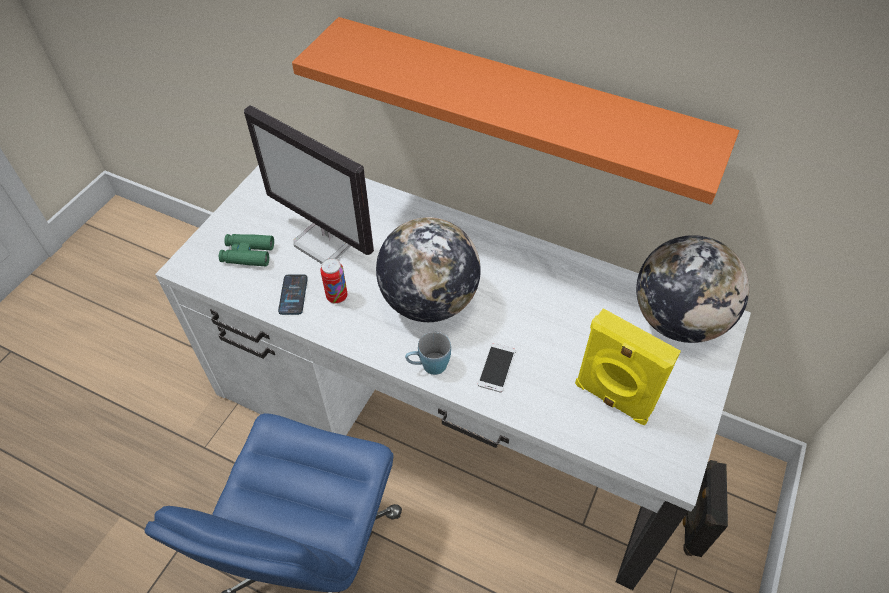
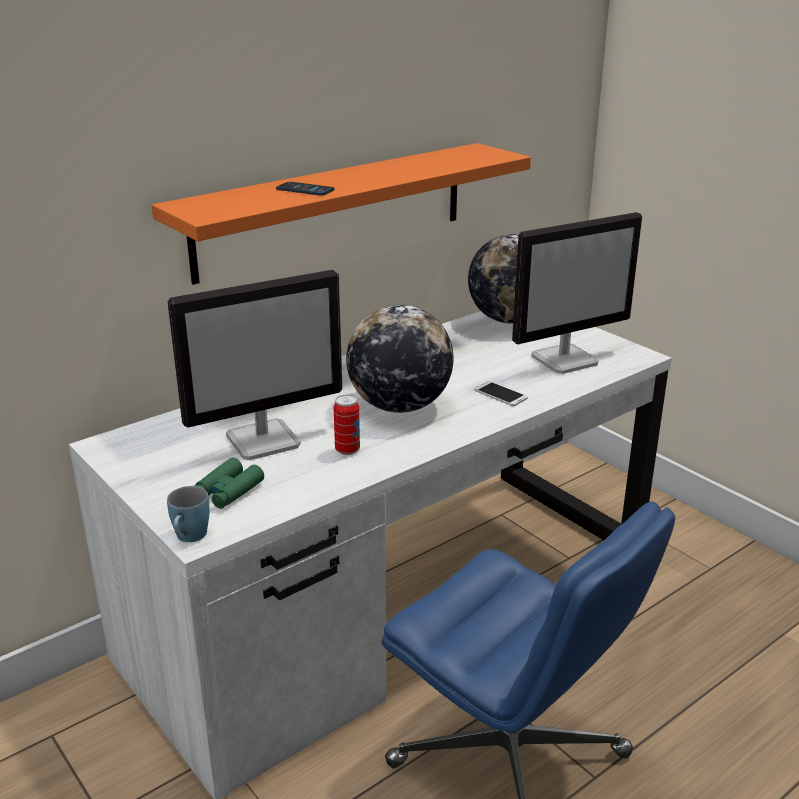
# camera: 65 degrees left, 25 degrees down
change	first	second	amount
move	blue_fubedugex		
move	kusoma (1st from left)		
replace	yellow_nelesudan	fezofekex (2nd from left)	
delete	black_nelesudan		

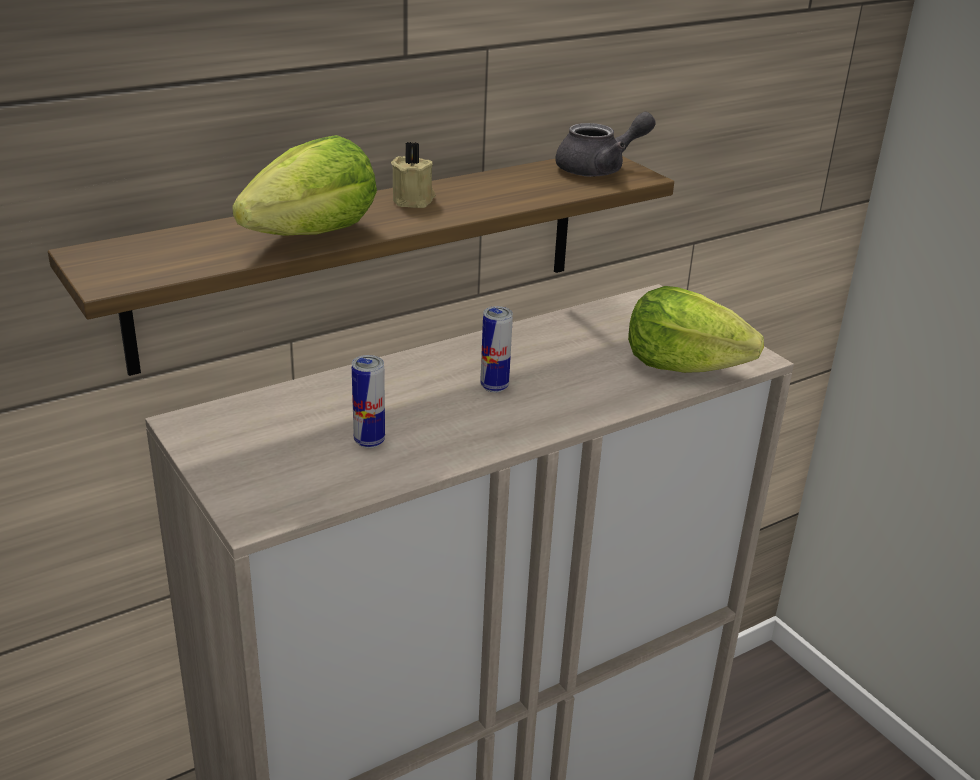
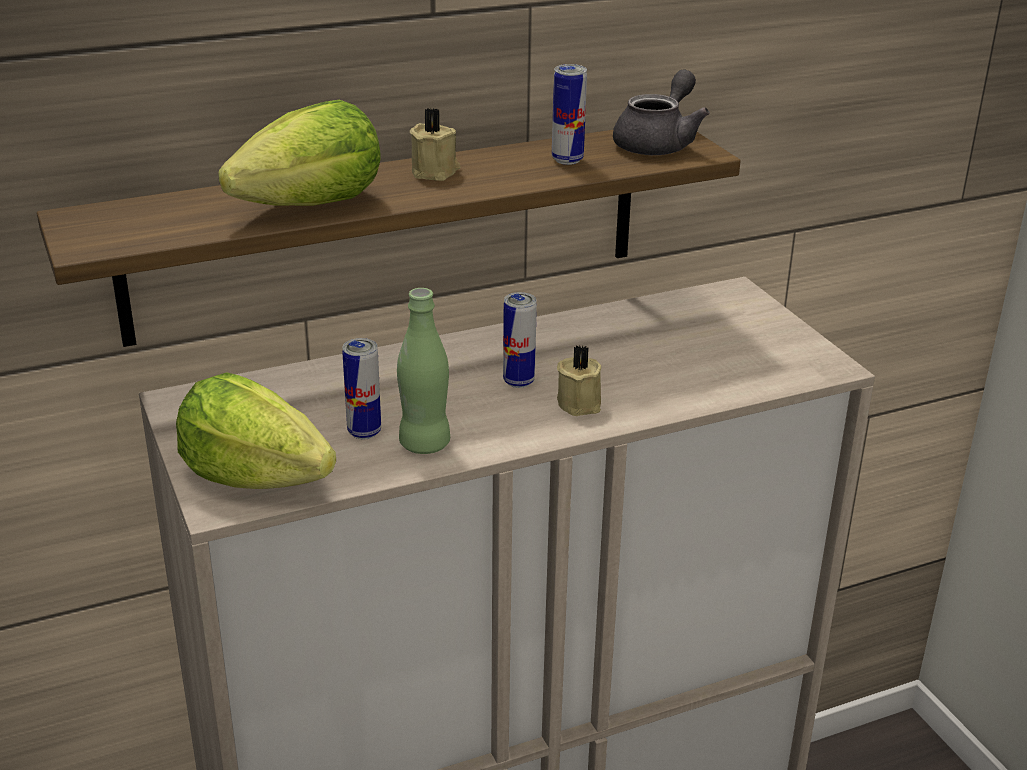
# camera: 10 degrees right, 0 degrees up
change	first	second	amount
move	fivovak (2nd from left in the first image)	fivovak (1st from left)	
insert		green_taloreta	
insert		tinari (3rd from left)	
insert		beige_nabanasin (2nd from left)	
rotate	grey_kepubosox		45 degrees counterclockwise

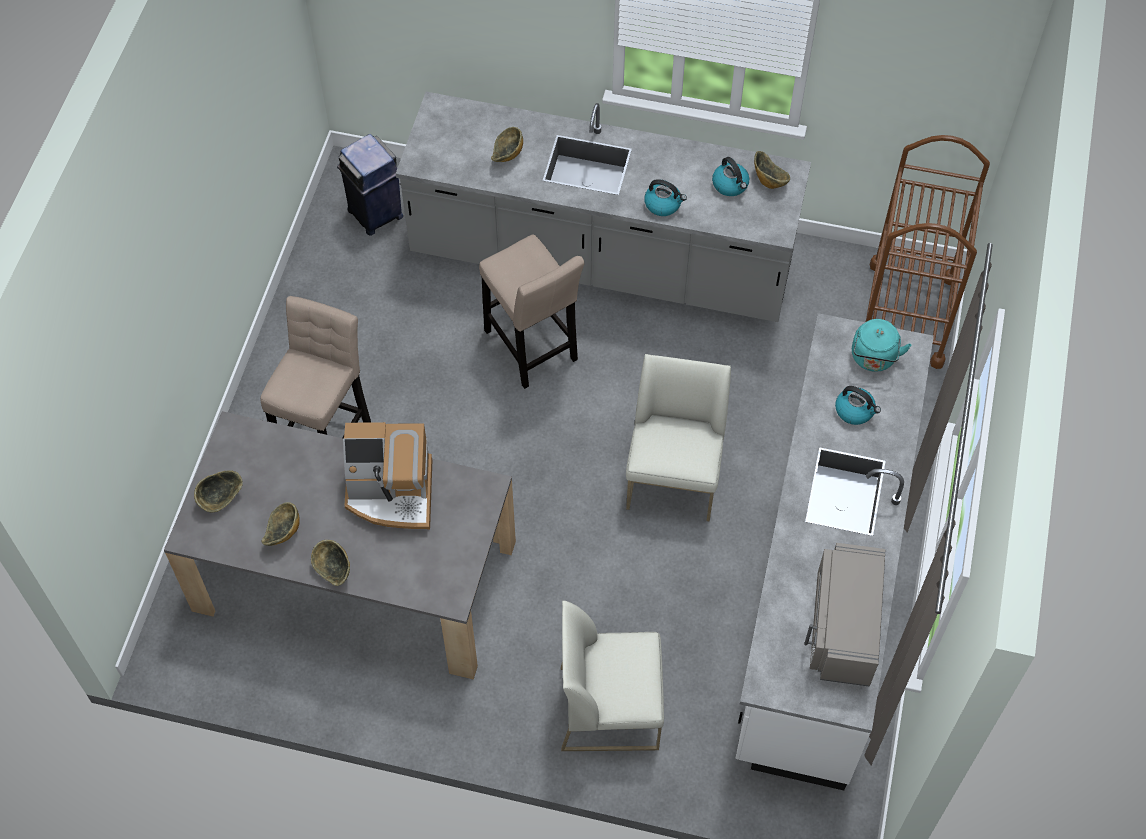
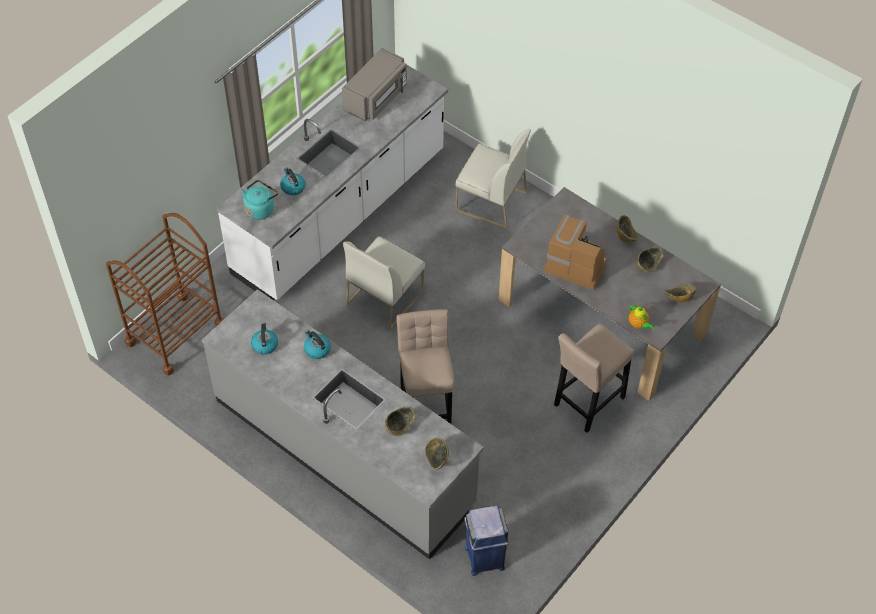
# camera: 155 degrees left, 5 degrees down
change	first	second	amount
move	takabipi (5th from left in the first image)	takabipi (2nd from left)	
insert		kepubosox	

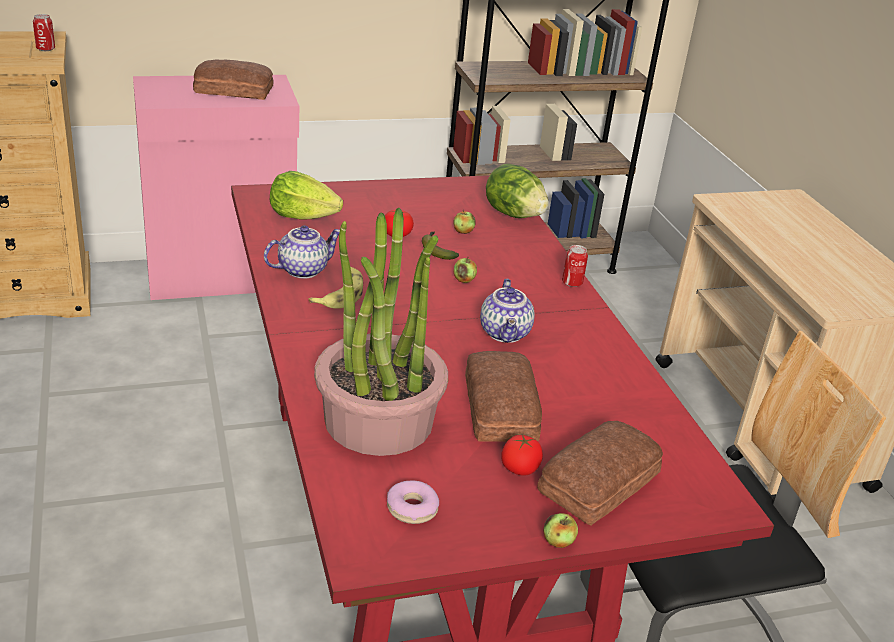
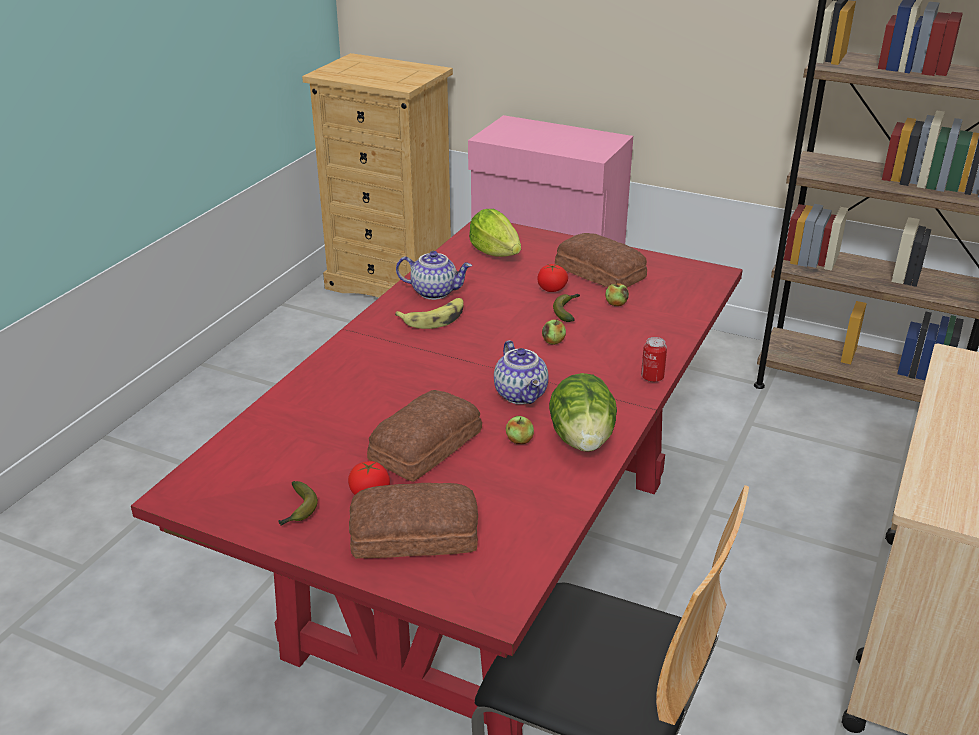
# camera: 45 degrees right, 0 degrees up
change	first	second	amount
insert		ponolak (1st from left)	
rotate	kepubosox (2nd from left)		60 degrees counterclockwise
move	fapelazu (3rd from left in the first image)	fapelazu (1st from left)	
move	fivovak (2nd from left)		
move	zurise (1st from left in the first image)	zurise (3rd from left)	
delete	tinari (1st from left)		
delete	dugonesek		
delete	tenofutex		

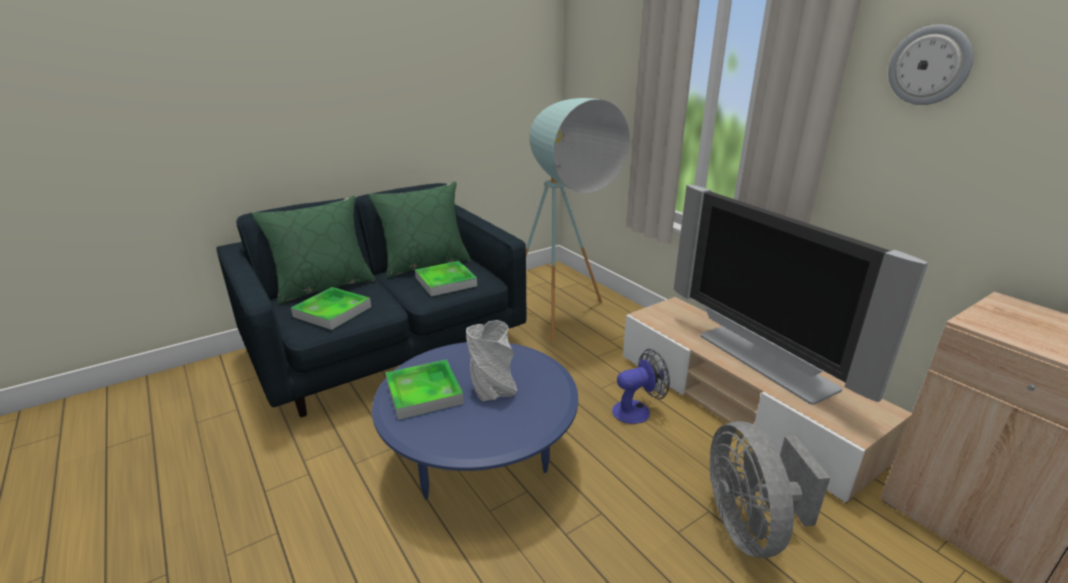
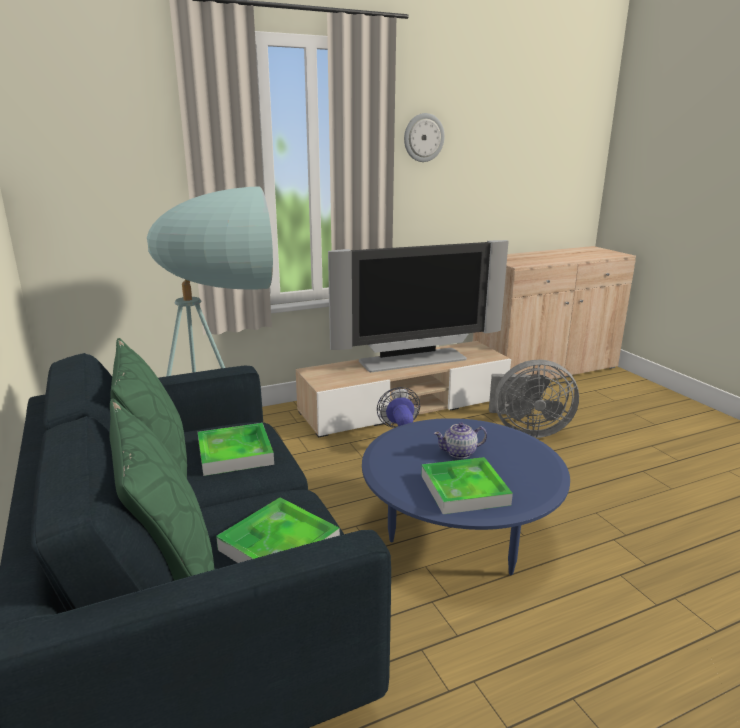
# camera: 80 degrees left, 5 degrees down
change	first	second	amount
replace	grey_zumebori	kepubosox	

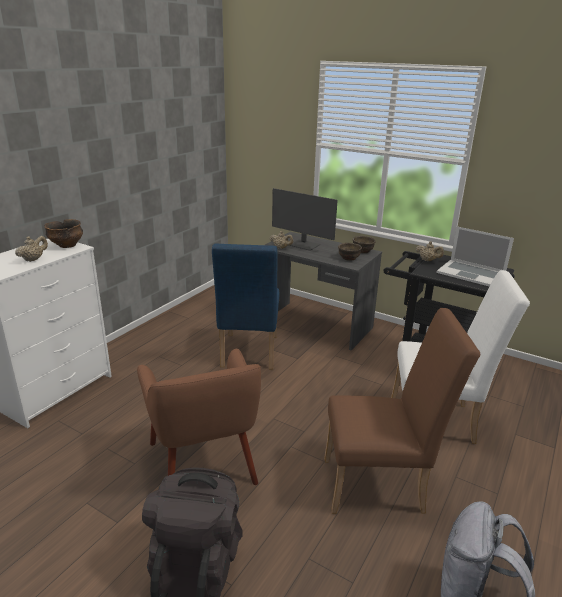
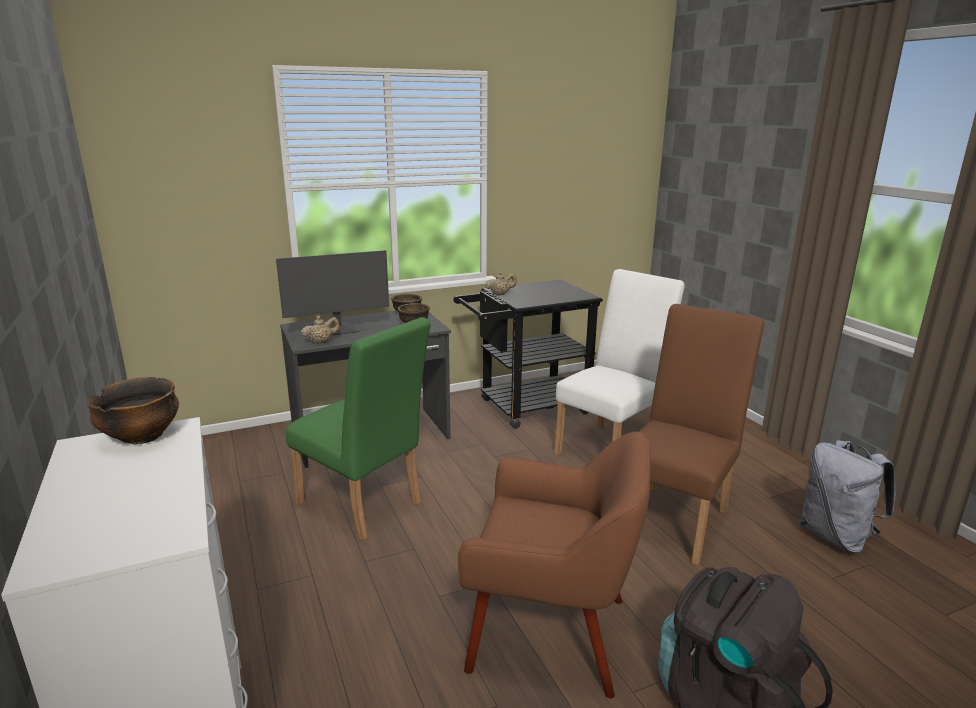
# camera: 55 degrees left, 5 degrees down
change	first	second	amount
recolor	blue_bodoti	green_bodoti	
delete	beige_kepubosox (1st from left)		
delete	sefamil		

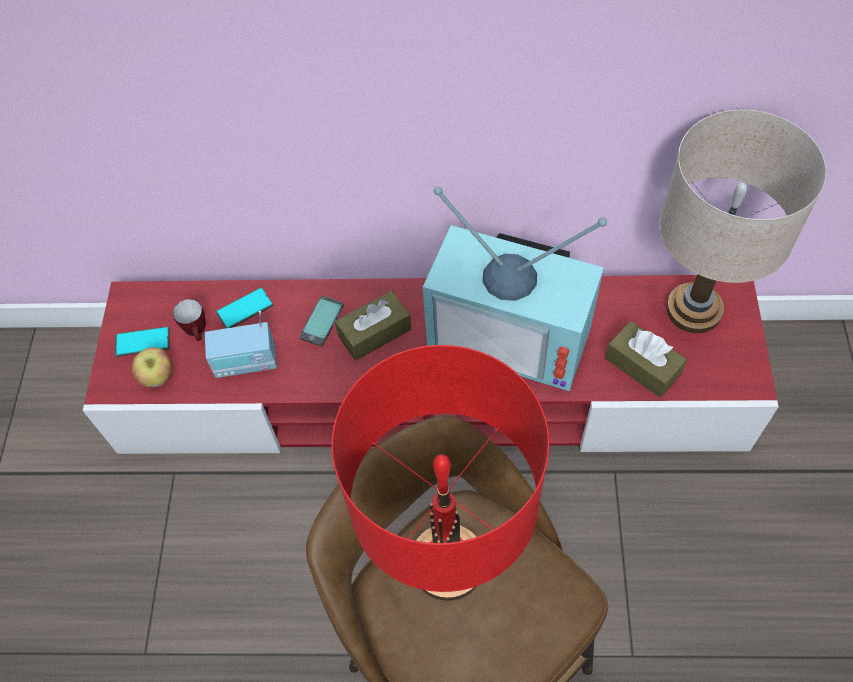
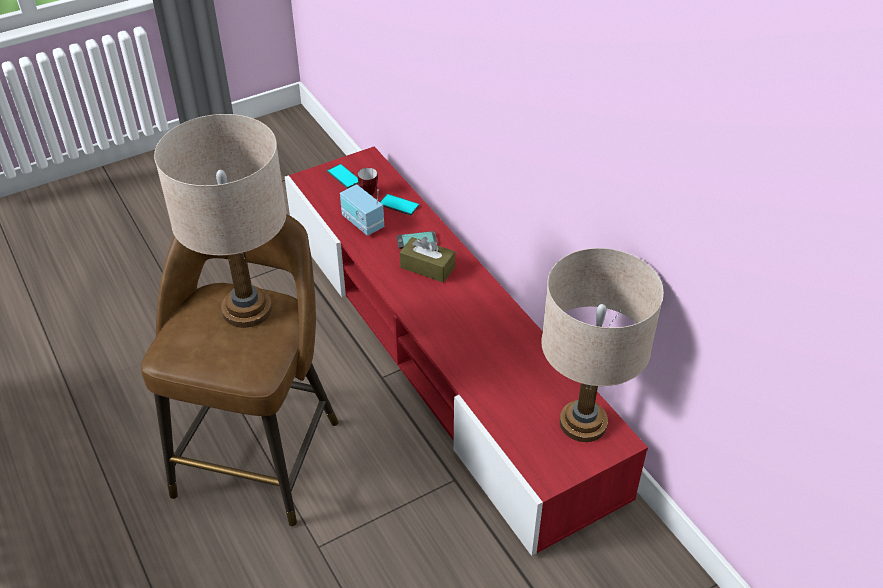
# camera: 55 degrees right, 15 degrees down
change	first	second	amount
recolor	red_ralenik	beige_ralenik (1st from left)	
delete	fapelazu		
delete	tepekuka		
delete	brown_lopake (2nd from left)		

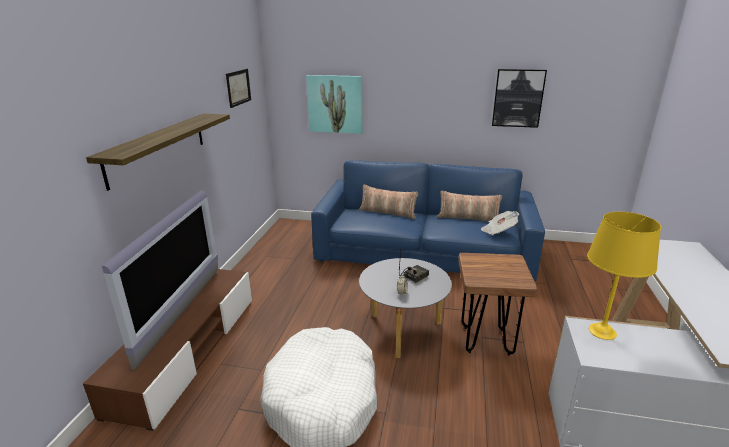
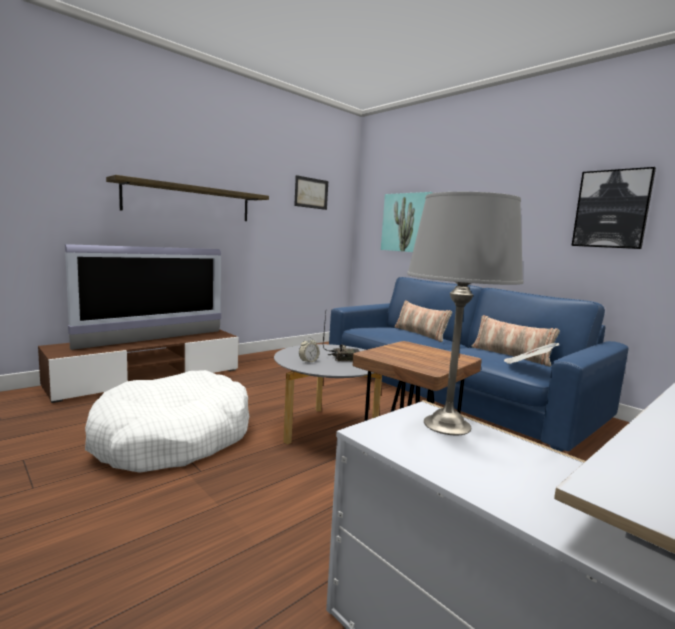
# camera: 35 degrees right, 15 degrees down
change	first	second	amount
recolor	yellow_ralenik	grey_ralenik	

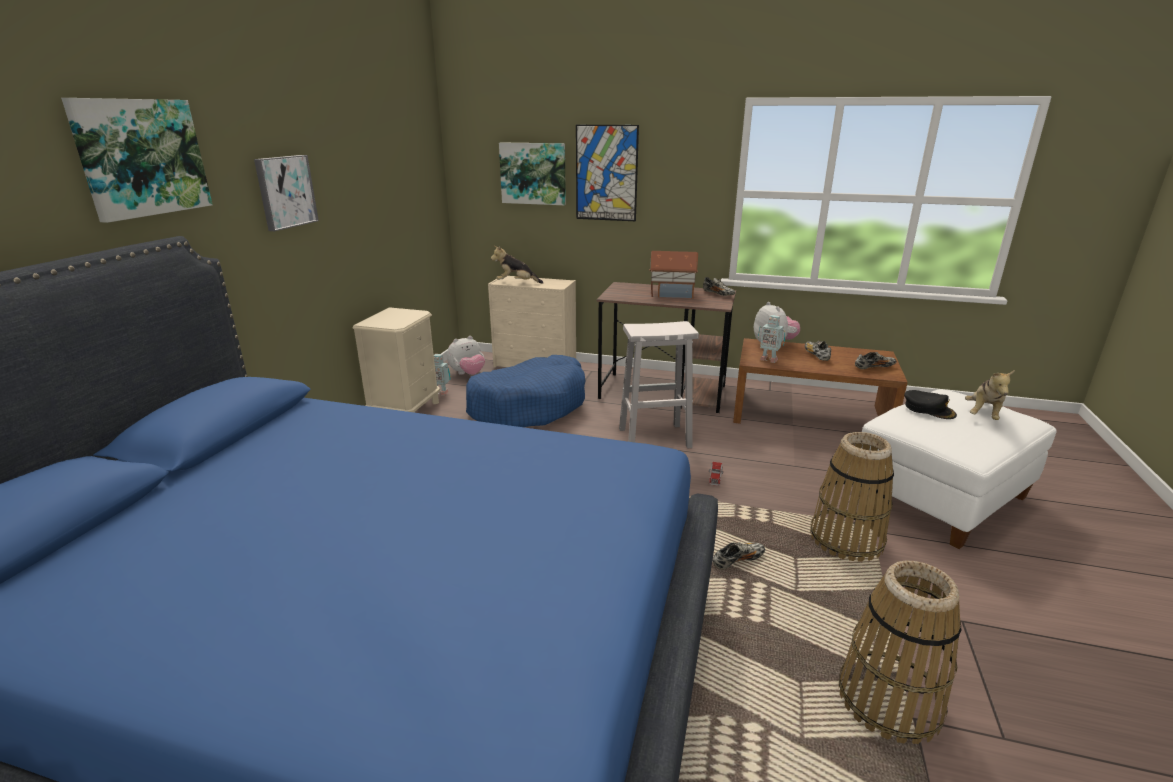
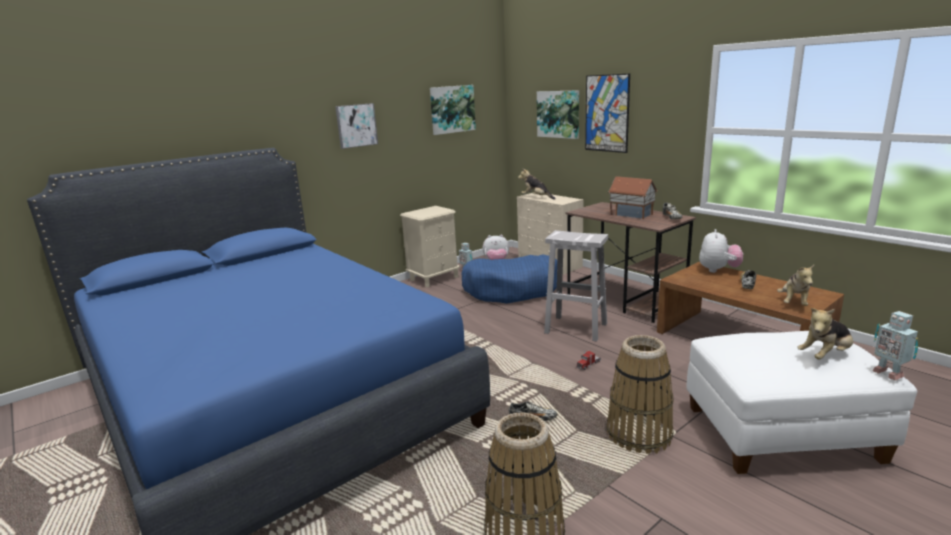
# camera: 35 degrees right, 5 degrees down
change	first	second	amount
move	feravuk (1st from left in the first image)	feravuk (2nd from left)	
replace	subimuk (4th from left)	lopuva (4th from left)	
move	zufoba (2nd from left)		
delete	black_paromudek		

